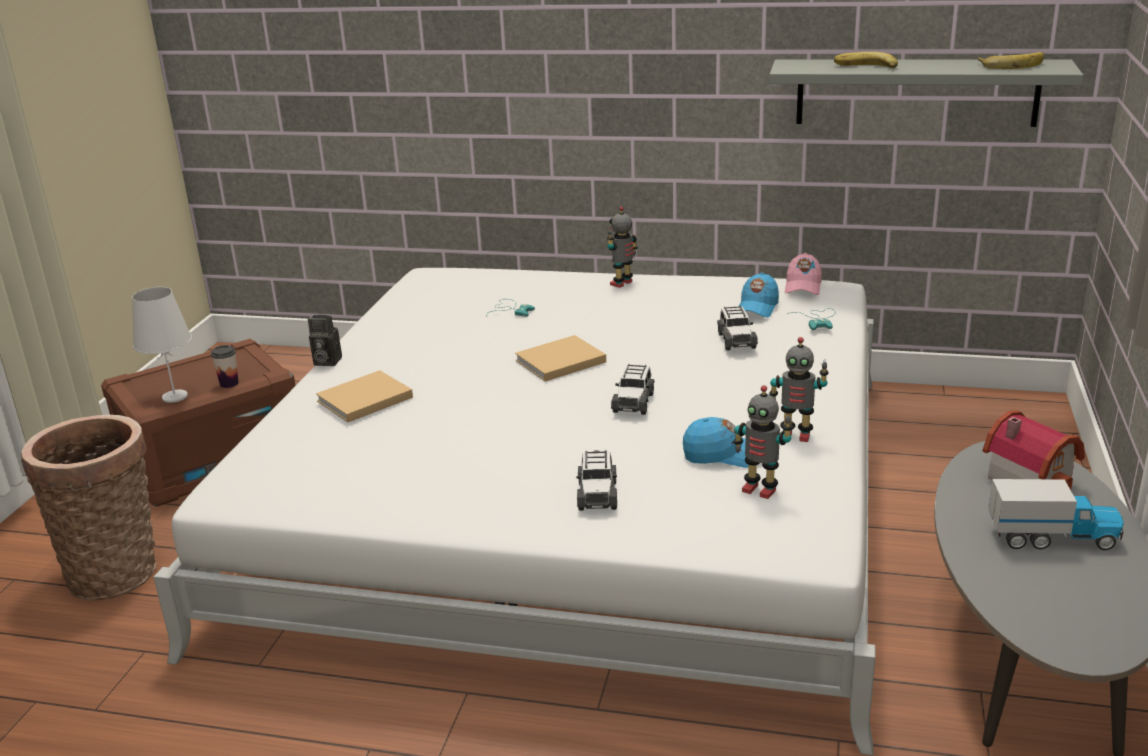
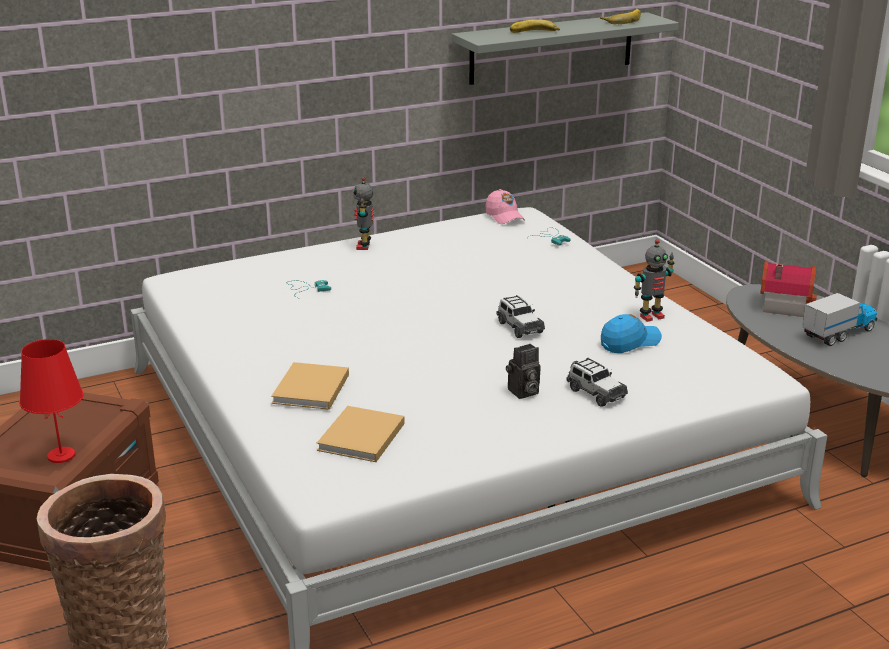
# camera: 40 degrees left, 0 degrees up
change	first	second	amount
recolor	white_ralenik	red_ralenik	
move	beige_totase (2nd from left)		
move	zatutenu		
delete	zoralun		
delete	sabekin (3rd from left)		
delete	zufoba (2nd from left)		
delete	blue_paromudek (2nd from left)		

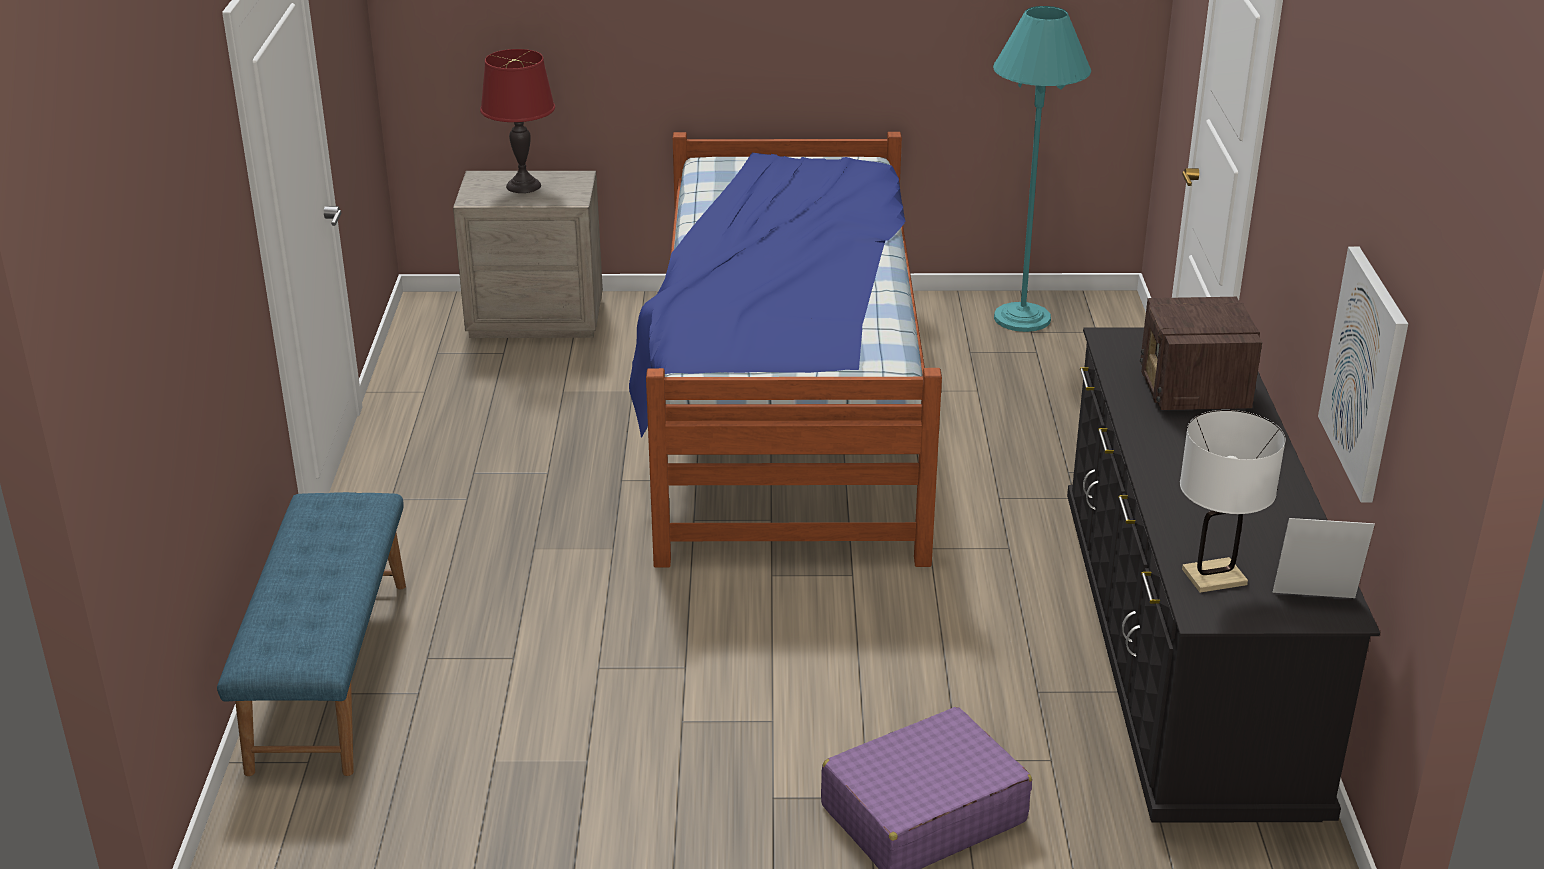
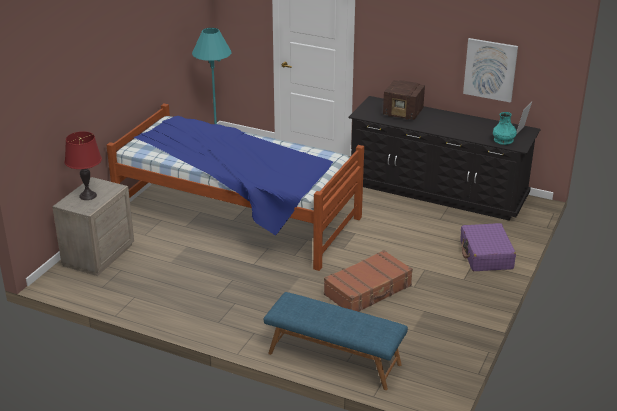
# camera: 65 degrees left, 0 degrees up
change	first	second	amount
insert		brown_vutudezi	
replace	white_ralenik	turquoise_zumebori	

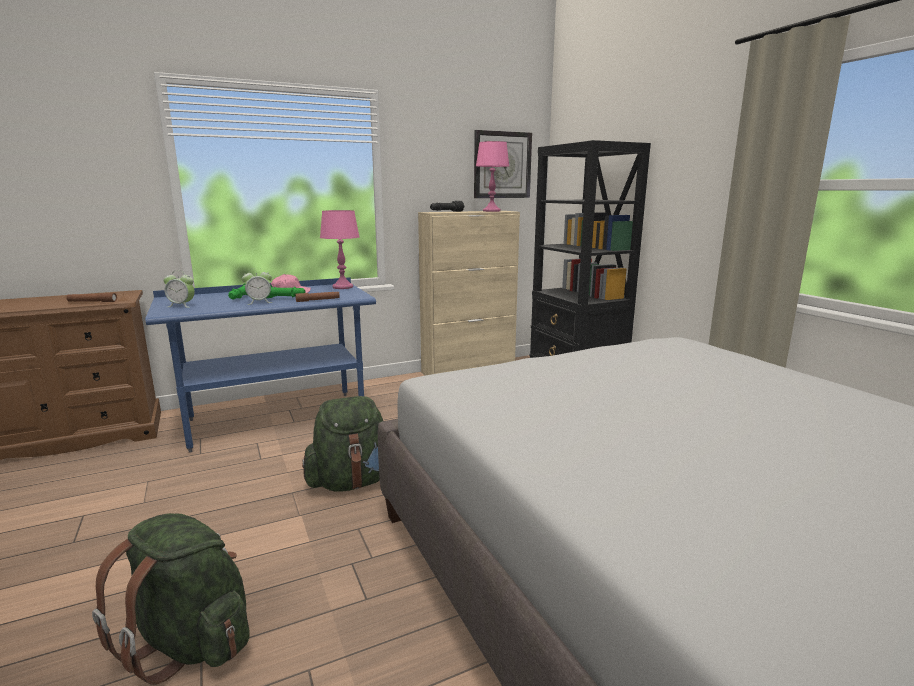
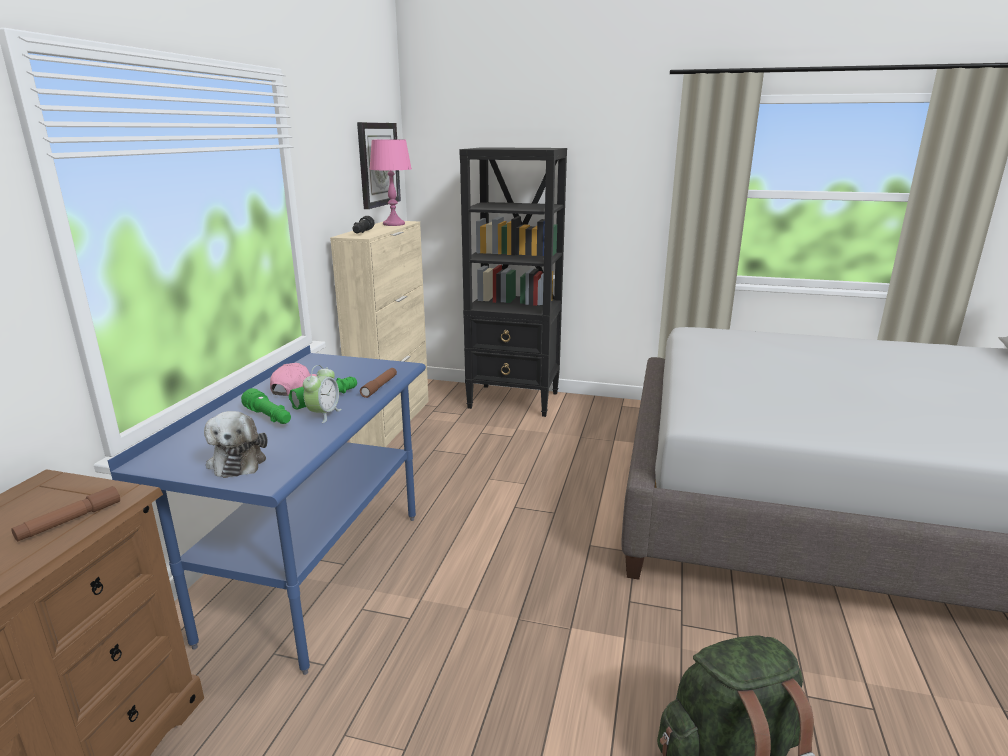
# camera: 50 degrees left, 5 degrees up
change	first	second	amount
replace	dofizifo (1st from left)	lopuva	
delete	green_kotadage (2nd from left)		
delete	pink_ralenik (1st from left)		

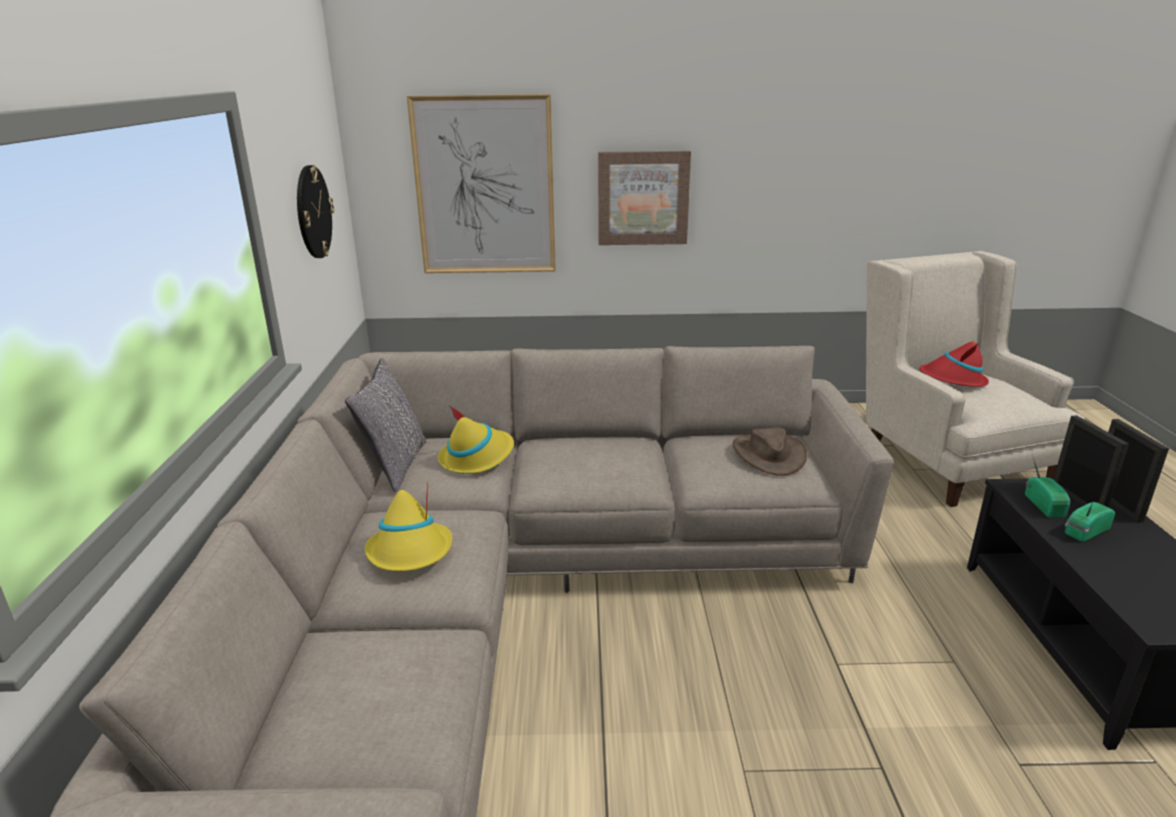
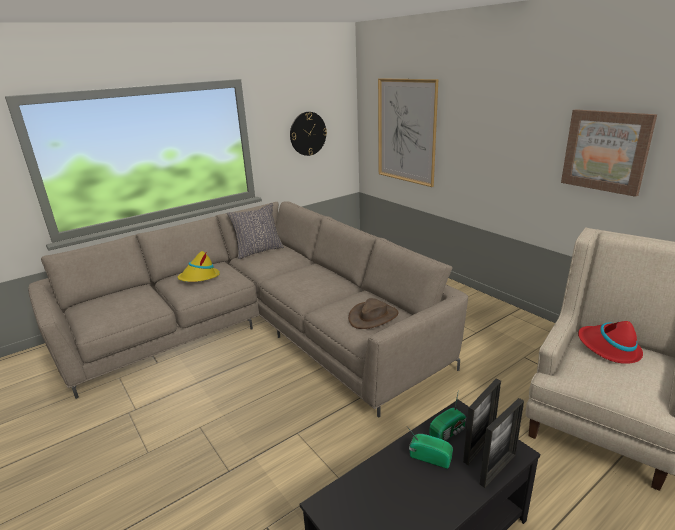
# camera: 55 degrees right, 0 degrees up
change	first	second	amount
move	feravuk (2nd from left)		
delete	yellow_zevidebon (2nd from left)		

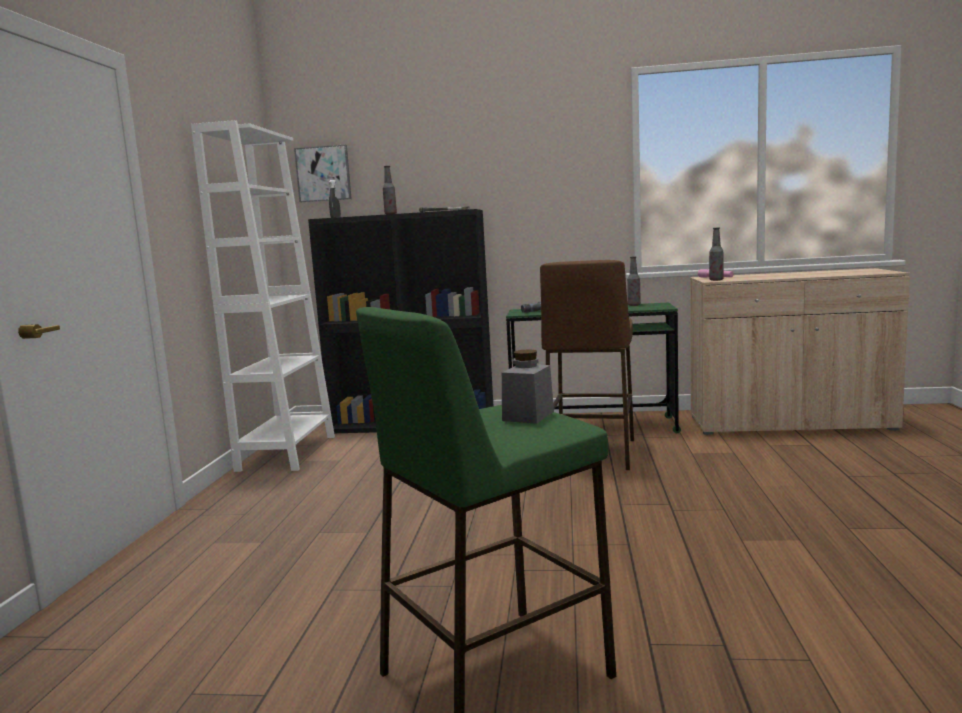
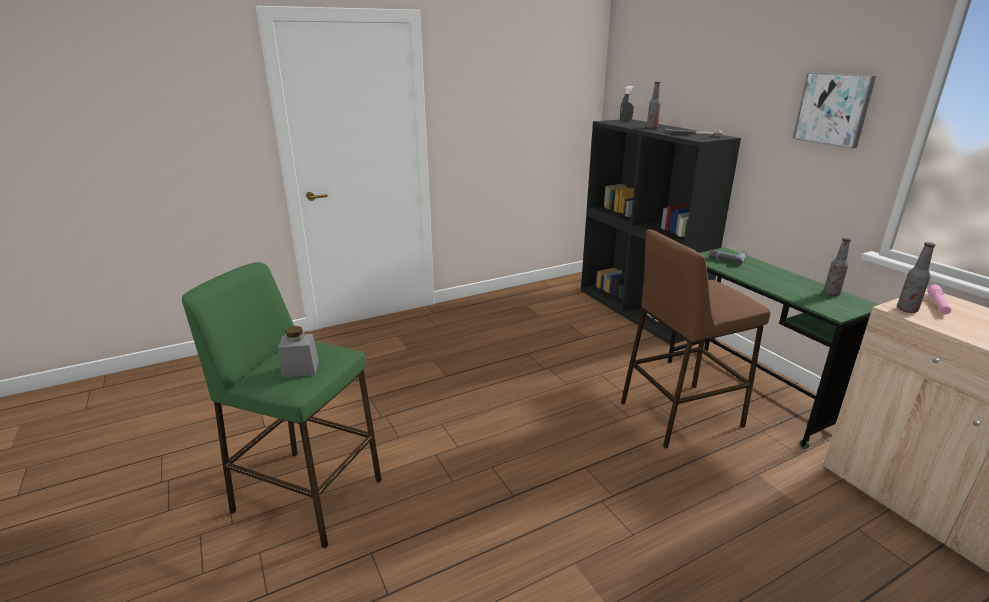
# camera: 55 degrees right, 15 degrees up
change	first	second	amount
move	feravuk		
delete	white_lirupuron		

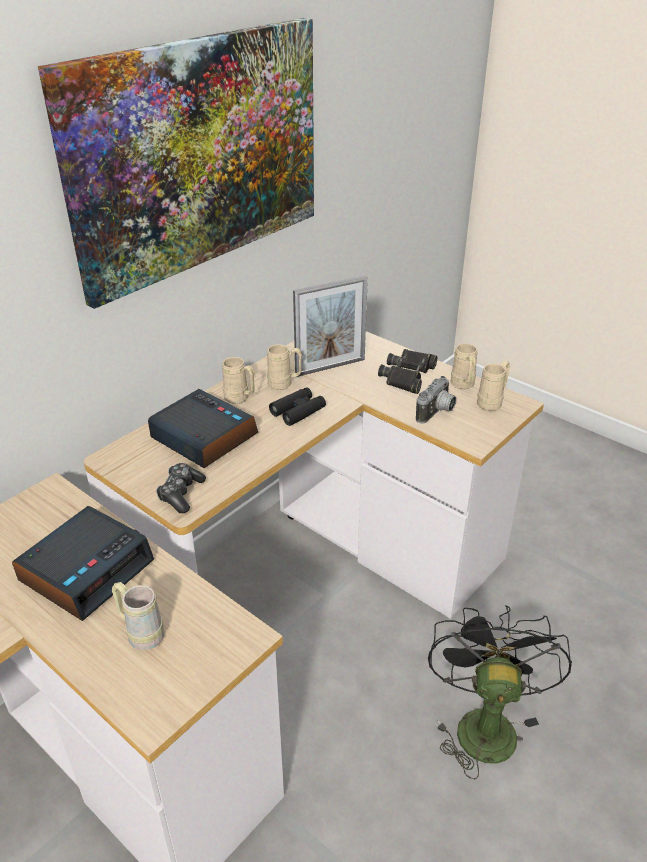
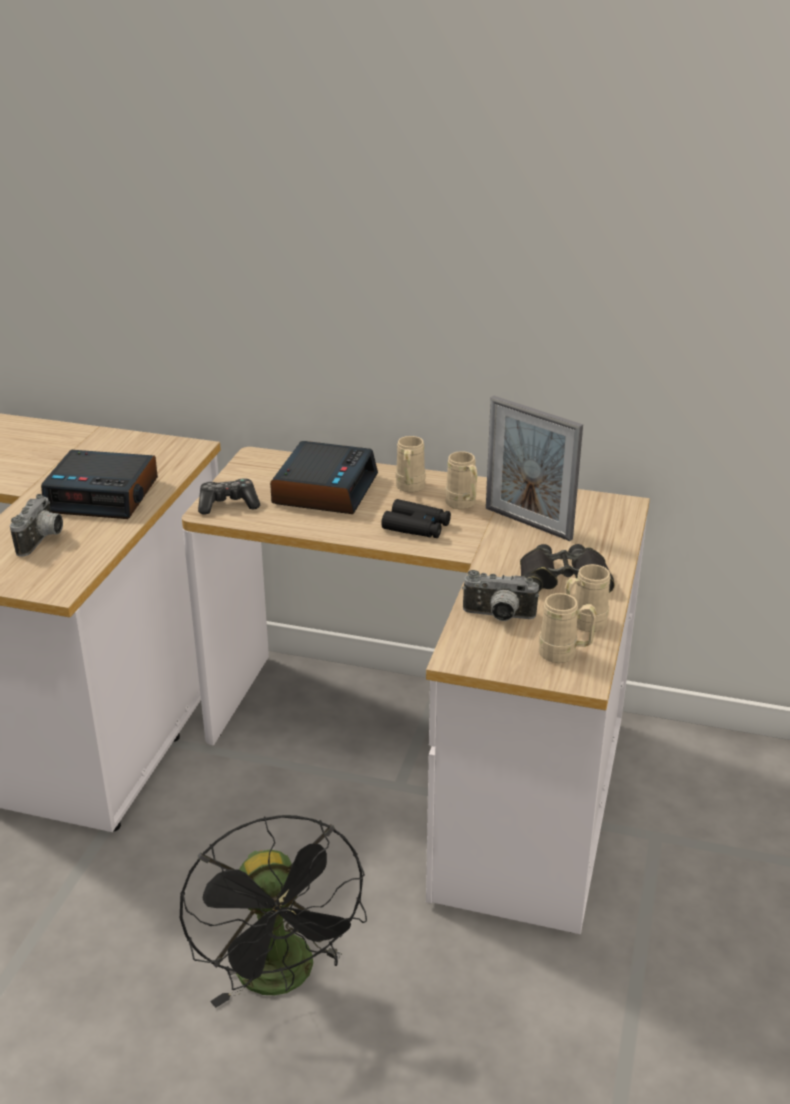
# camera: 65 degrees right, 5 degrees down
change	first	second	amount
replace	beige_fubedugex (1st from left)	zatutenu (1st from left)	
rotate	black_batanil		90 degrees clockwise
delete	feravuk		

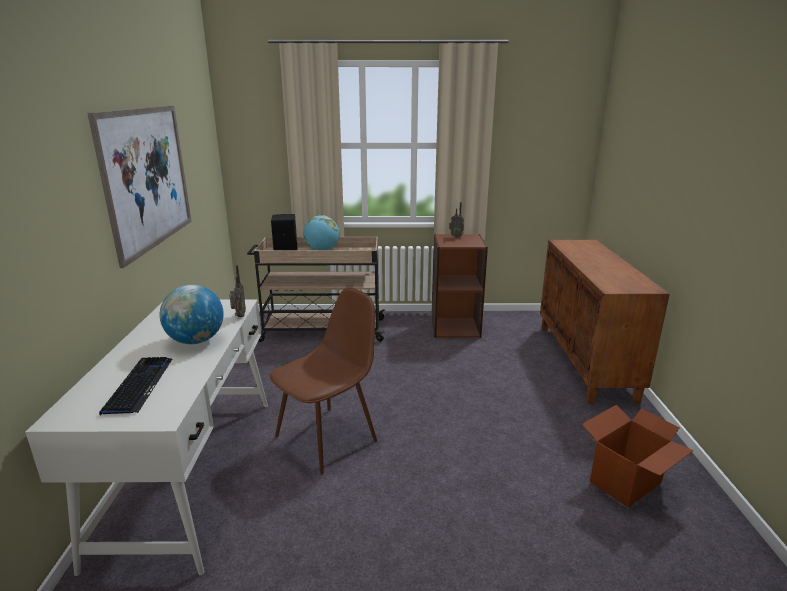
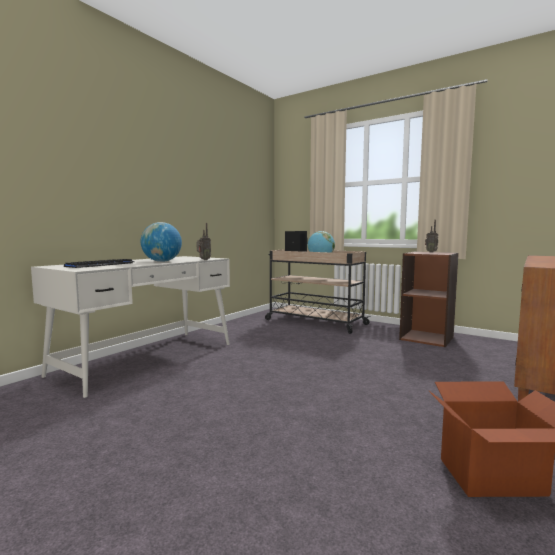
# camera: 35 degrees right, 15 degrees down
change	first	second	amount
delete	feravuk		
delete	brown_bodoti		

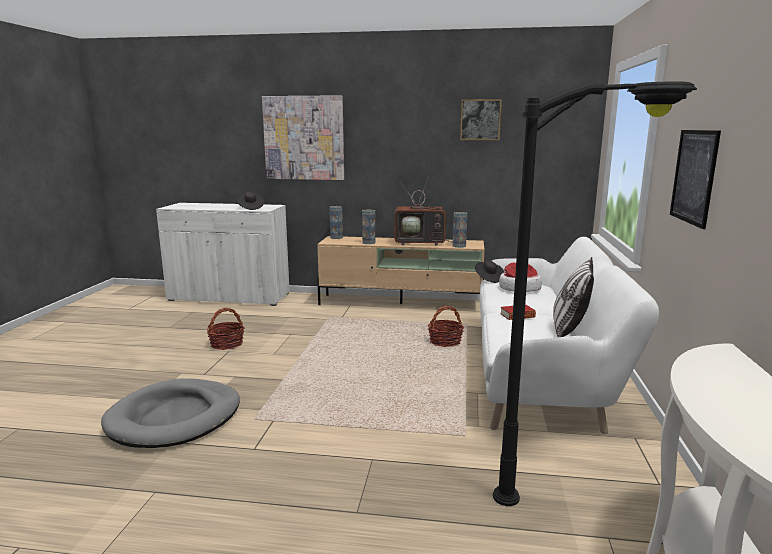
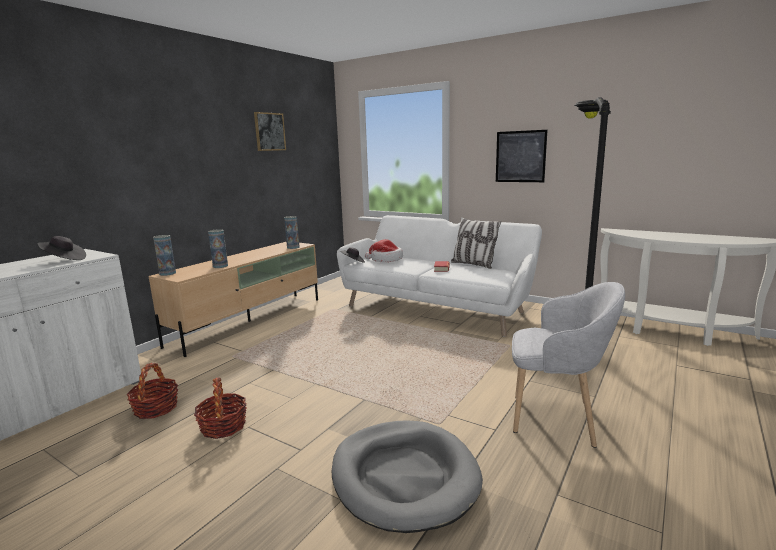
# camera: 65 degrees left, 0 degrees up
change	first	second	amount
move	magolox (2nd from left in the first image)	magolox (1st from left)	
insert		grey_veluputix	
delete	feravuk (1st from left)		
delete	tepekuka		

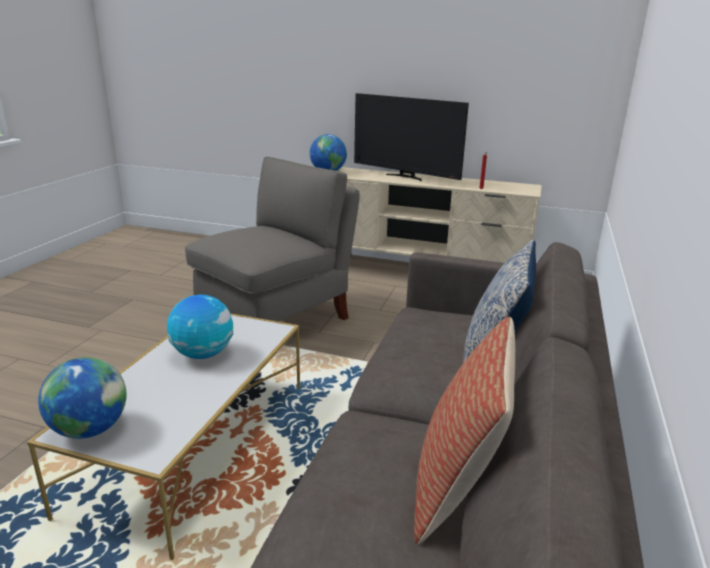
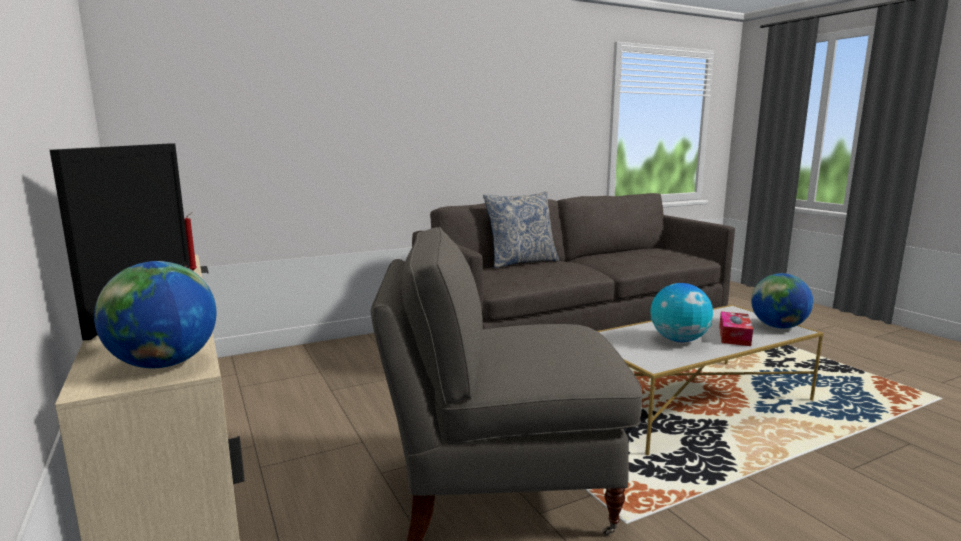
# camera: 135 degrees left, 10 degrees down
change	first	second	amount
insert		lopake	
delete	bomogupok (1st from left)		

